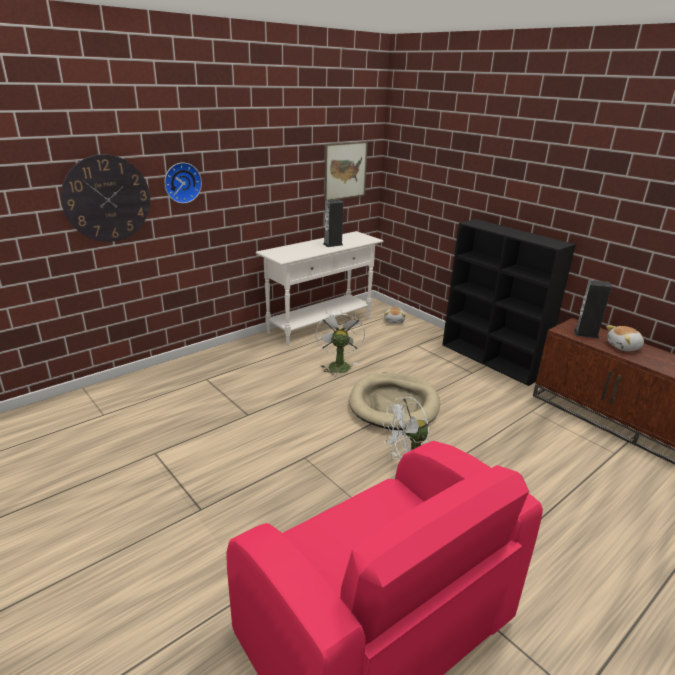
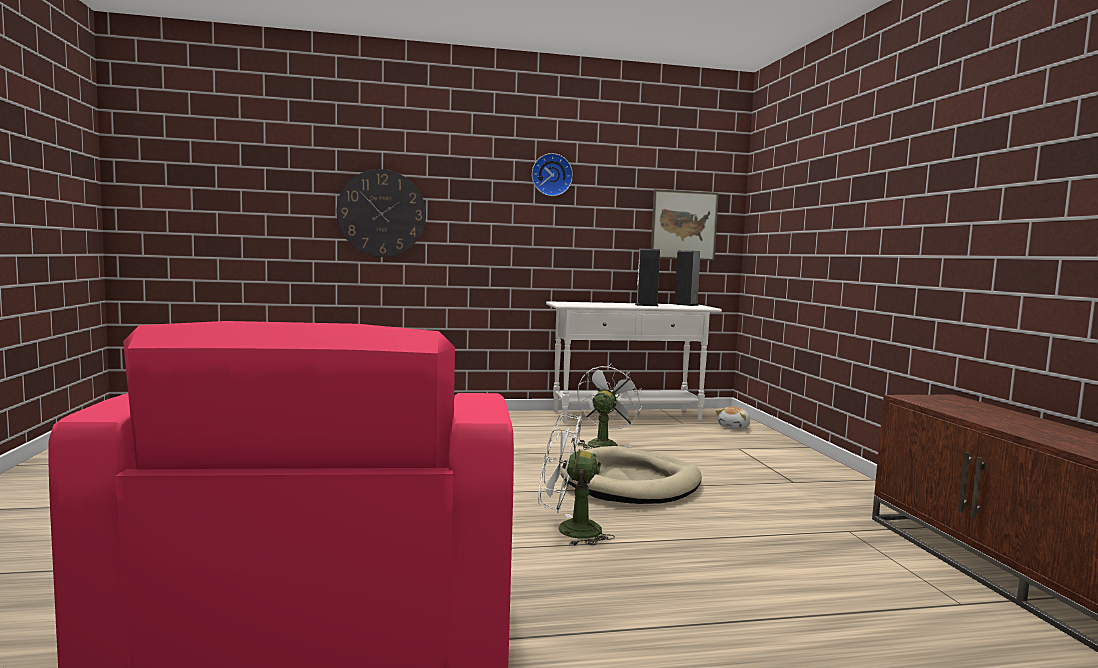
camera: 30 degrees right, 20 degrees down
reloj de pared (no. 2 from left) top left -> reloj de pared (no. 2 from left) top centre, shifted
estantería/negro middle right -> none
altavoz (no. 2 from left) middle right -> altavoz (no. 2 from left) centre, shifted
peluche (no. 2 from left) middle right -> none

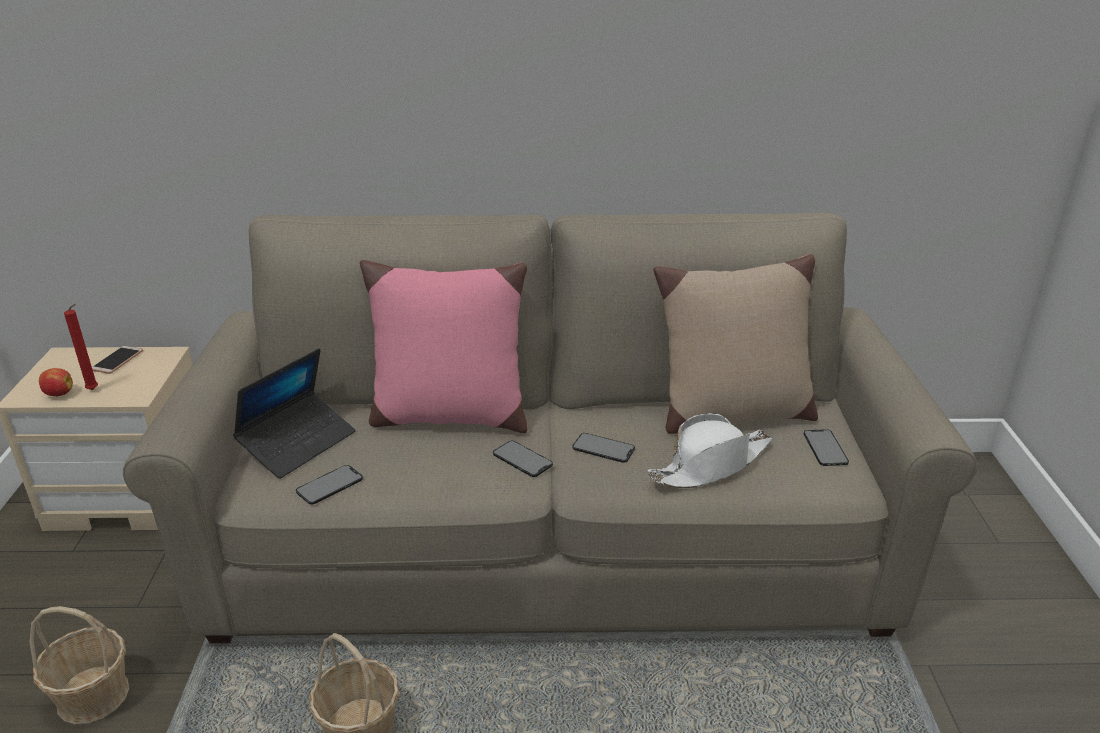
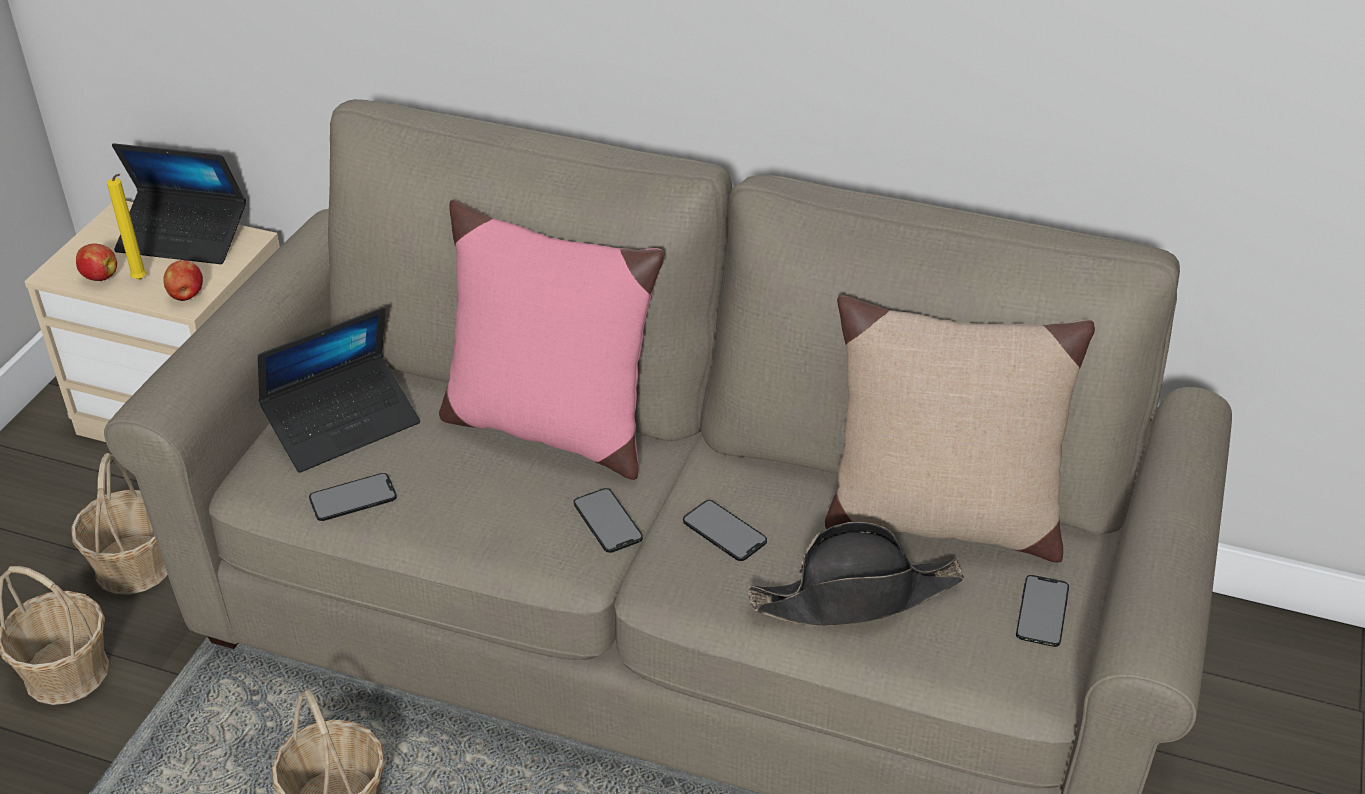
camera: 20 degrees right, 10 degrees up
vela/rojo middle left -> vela/amarillo top left
móvil (no. 1 from left) middle left -> portátil (no. 1 from left) top left
sombrero/blanco centre -> sombrero/negro bottom centre
none -> manzana (no. 2 from left) middle left
none -> cesta (no. 2 from left) middle left

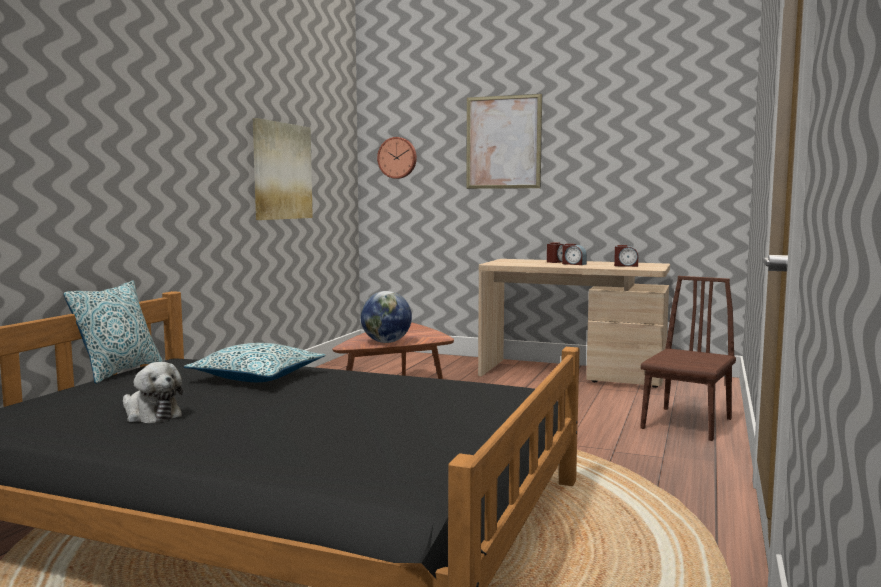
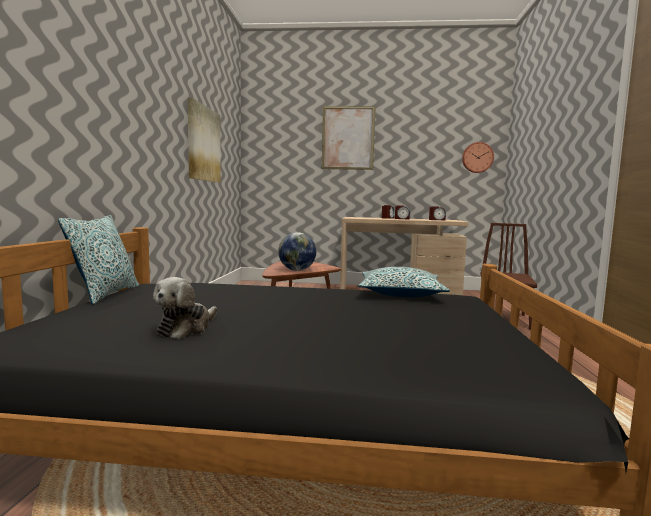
camera: 15 degrees left, 0 degrees up
reloj de pared top centre -> reloj de pared top right, shifted
cojín (no. 2 from left) middle left -> cojín (no. 2 from left) centre, shifted
peluche bottom left -> peluche middle left, 90 degrees clockwise

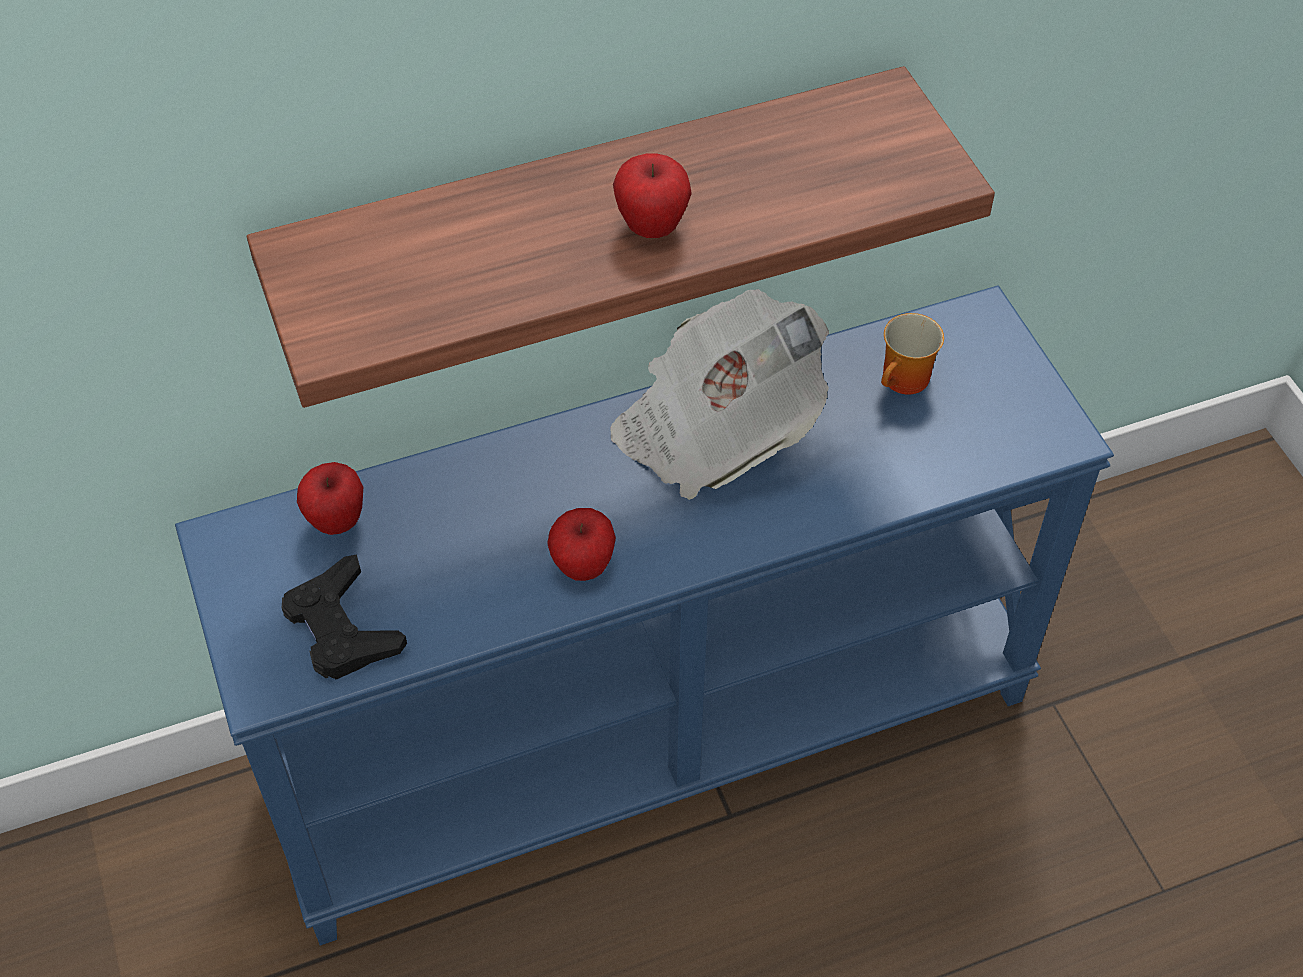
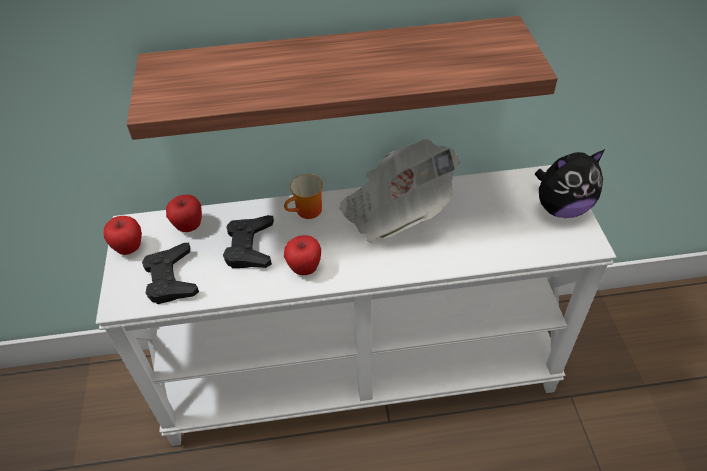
camera: 15 degrees right, 5 degrees down
manzana (no. 3 from left in the first image) top centre -> manzana (no. 1 from left) middle left, shifted
mesa consola/azul centre -> mesa consola/blanco centre
taza grande middle right -> taza grande centre, shifted
none -> peluche middle right
none -> mando de consola/negro (no. 2 from left) centre

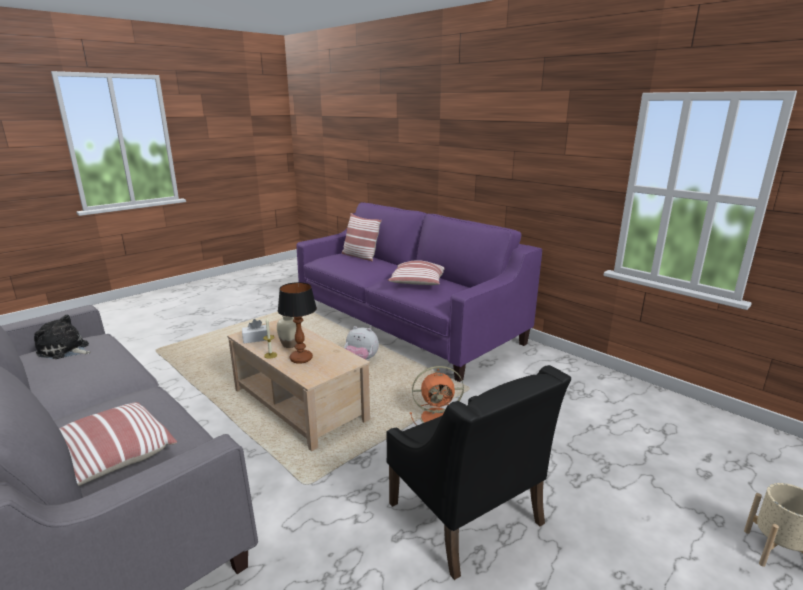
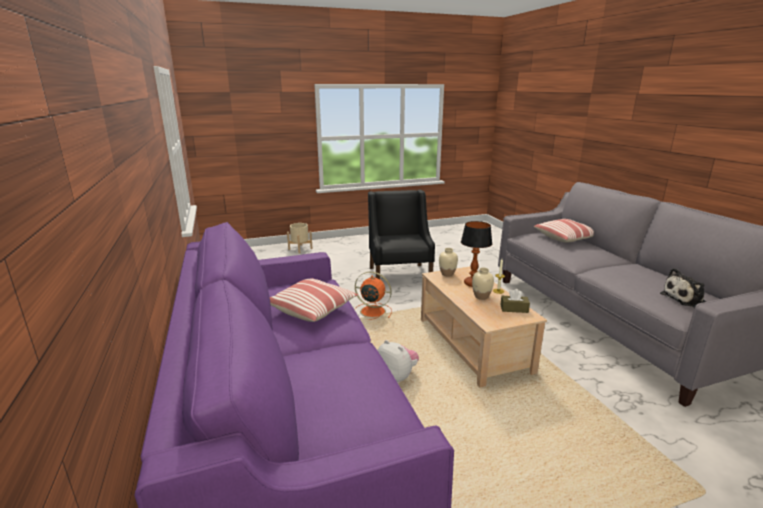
camera: 155 degrees left, 0 degrees up
cojín (no. 2 from left) centre -> none
peluche (no. 1 from left in the first image) middle left -> peluche (no. 2 from left) middle right, 120 degrees clockwise
caja de pañuelos/blanco middle left -> caja de pañuelos/marrón middle right
none -> florero/beis (no. 1 from left) centre

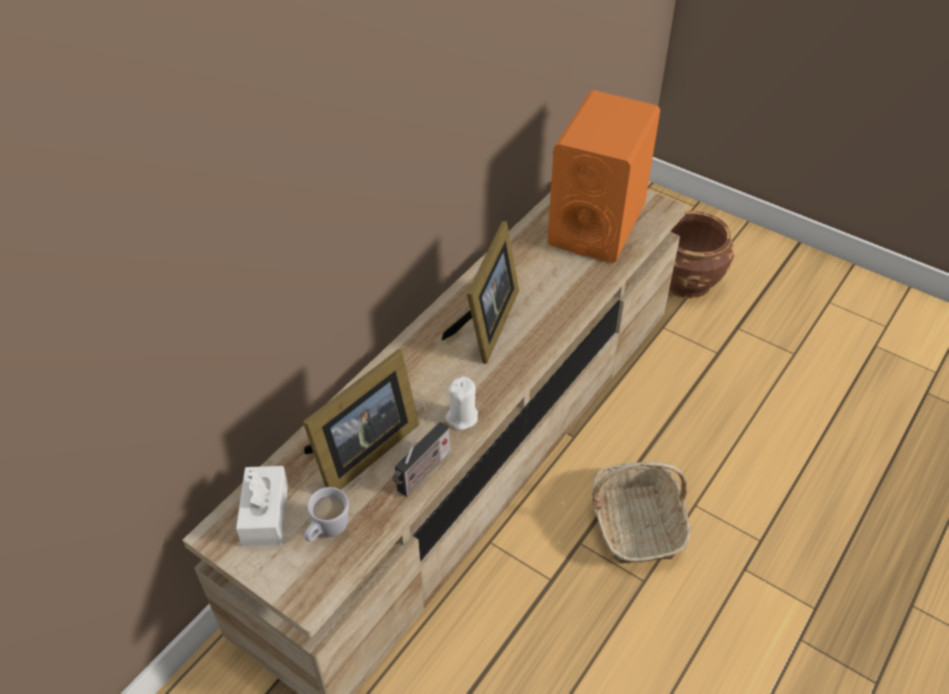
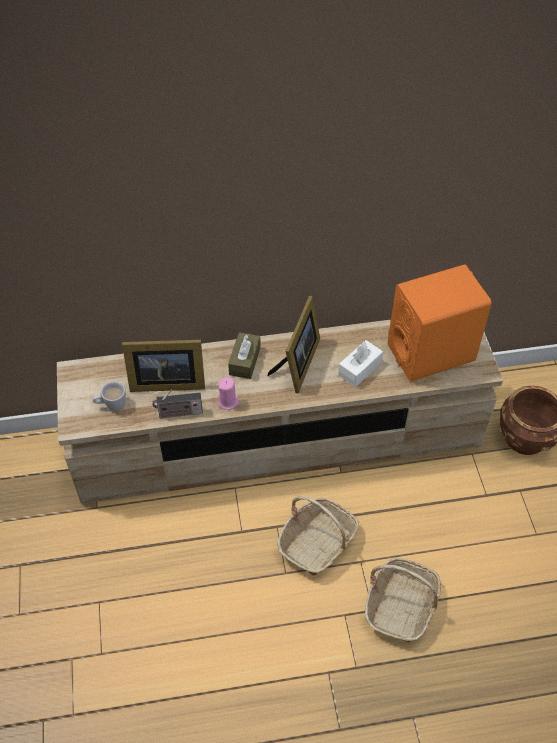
camera: 45 degrees right, 5 degrees up
portarretratos (no. 2 from left) centre, 45 degrees counterclockwise
vela/blanco centre -> vela/rosa centre
caja de pañuelos/blanco bottom left -> caja de pañuelos/blanco centre, shifted
none -> caja de pañuelos/marrón centre
none -> cesta (no. 2 from left) bottom right

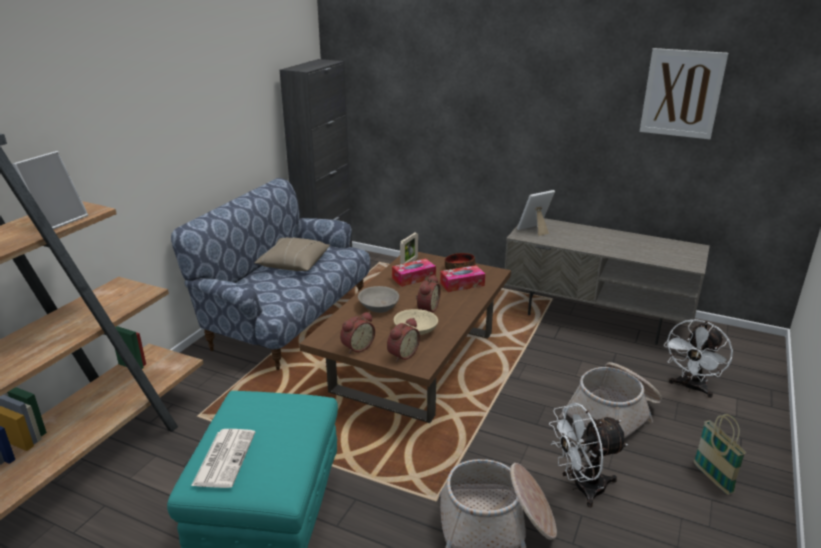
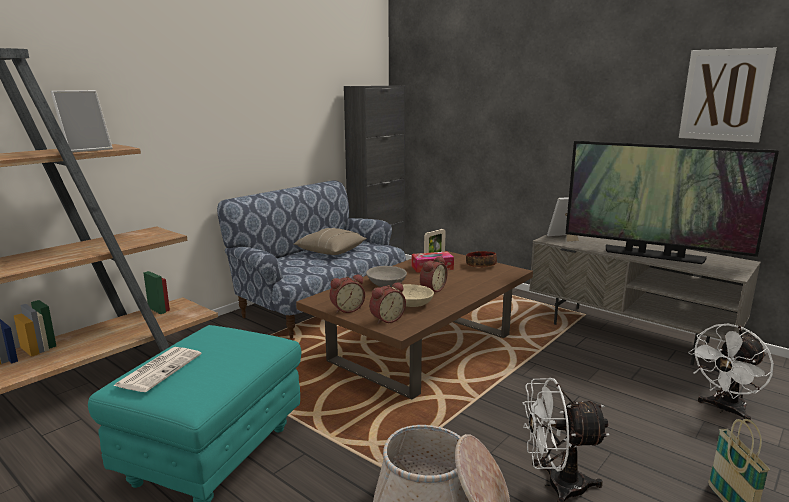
camera: 15 degrees right, 10 degrees down
caja de pañuelos (no. 2 from left) centre -> none
cesta (no. 2 from left) bottom right -> none
none -> televisor middle right

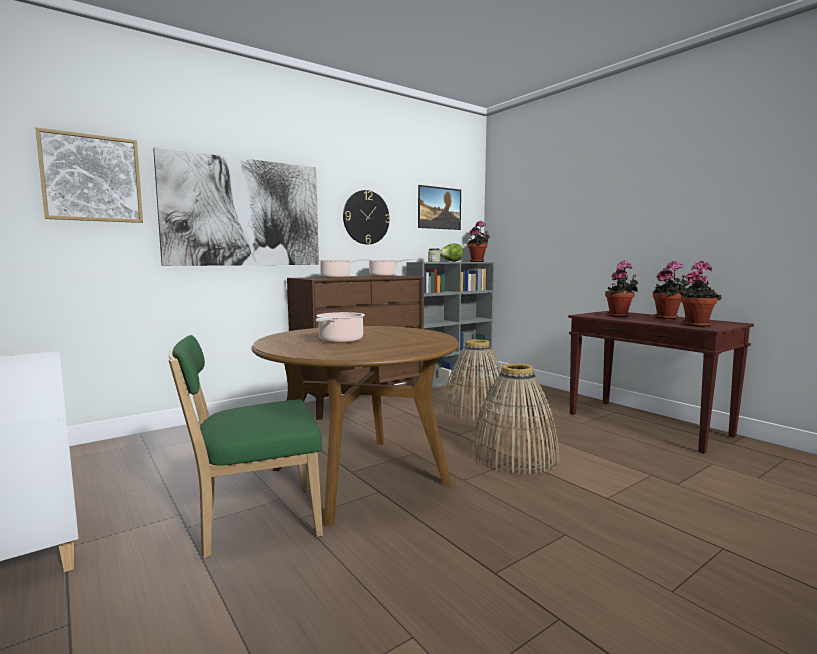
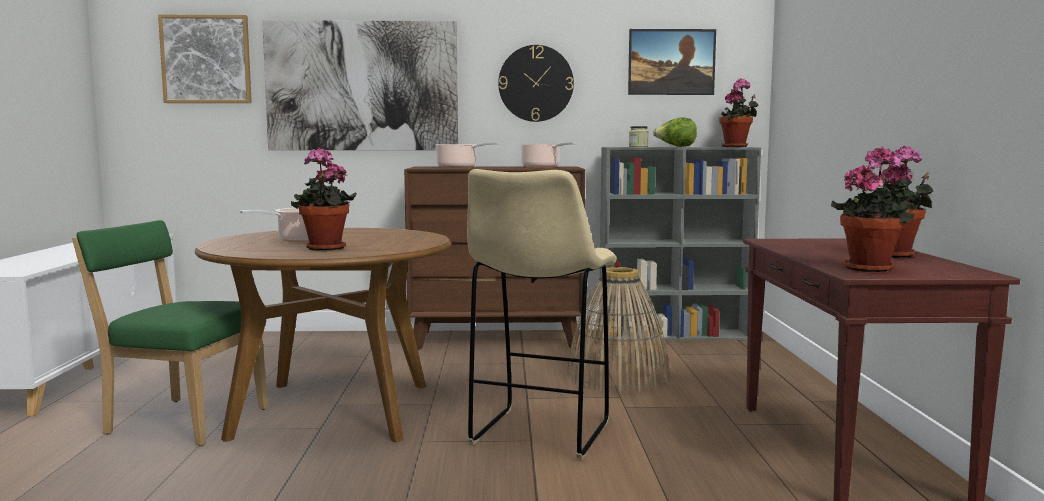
camera: 35 degrees right, 0 degrees up
planta en maceta (no. 2 from left in the first image) middle right -> planta en maceta (no. 1 from left) middle left, shifted
cesta (no. 2 from left) centre -> taburete/beis centre

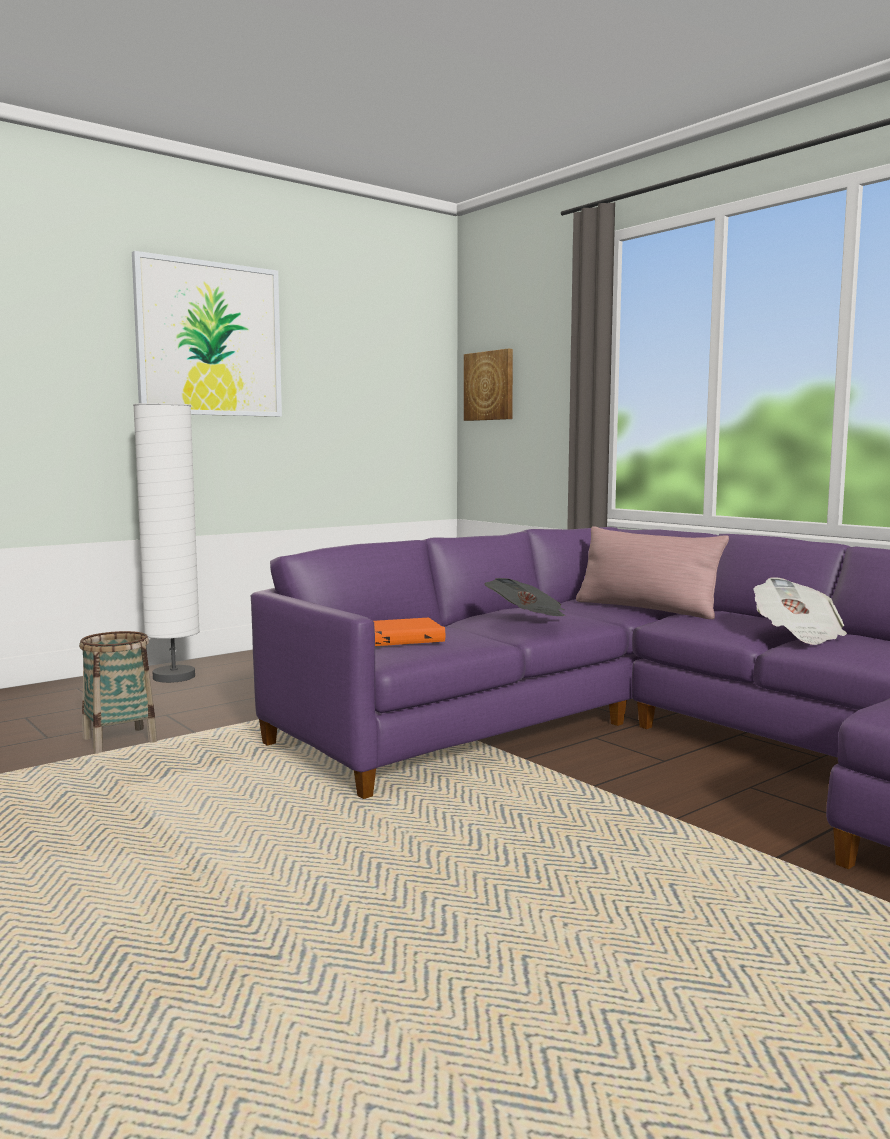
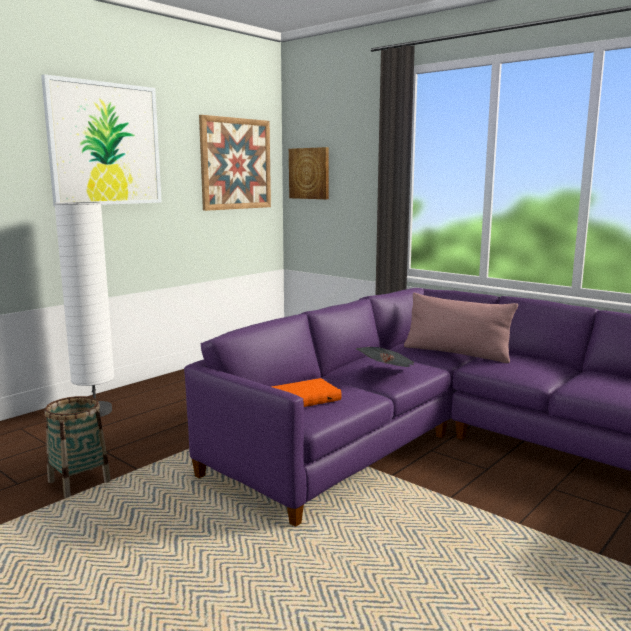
camera: 10 degrees left, 5 degrees up
periódico (no. 2 from left) middle right -> none
none -> cuadro (no. 2 from left) top centre

